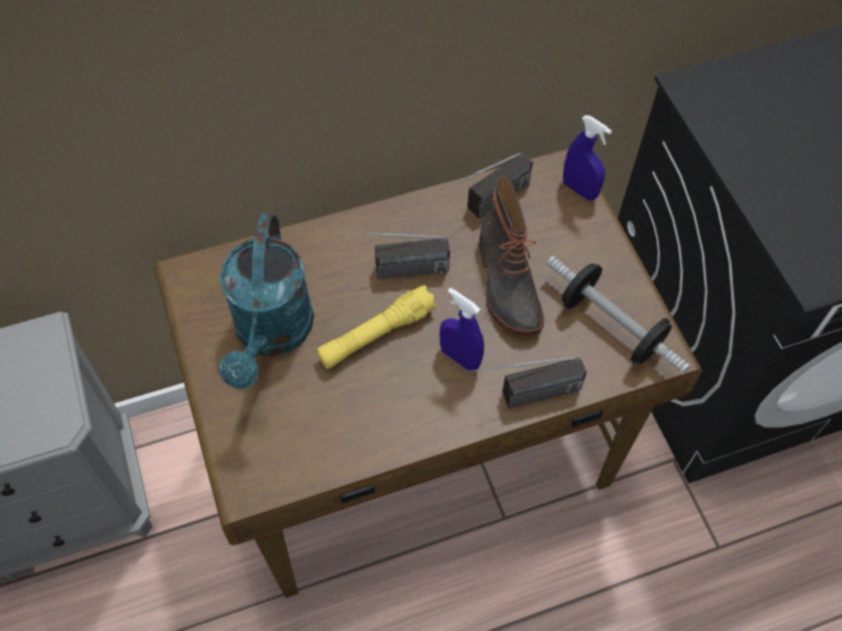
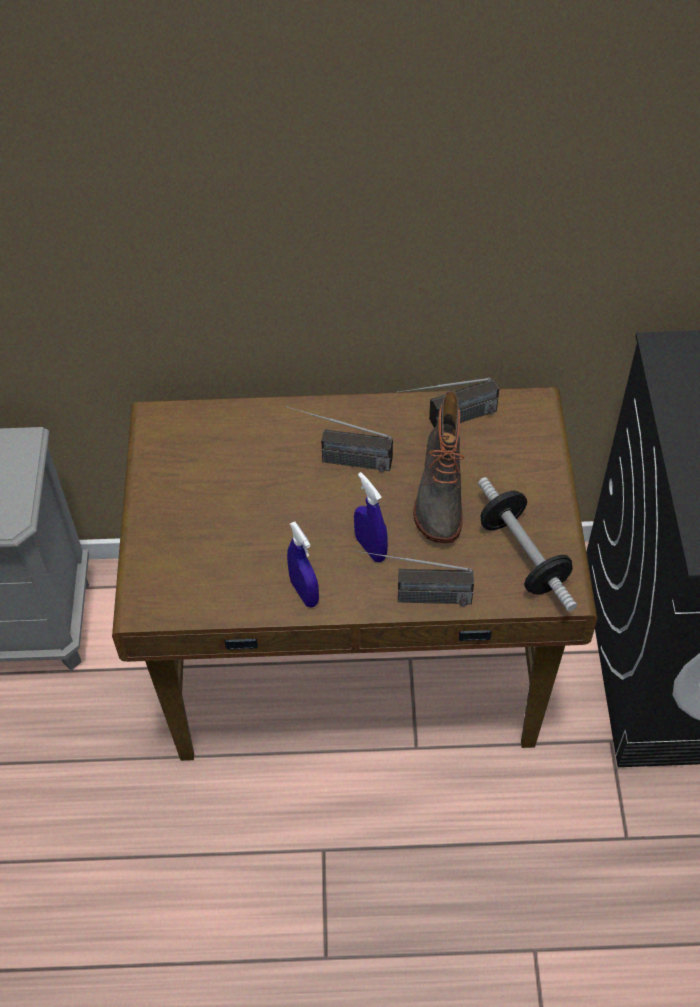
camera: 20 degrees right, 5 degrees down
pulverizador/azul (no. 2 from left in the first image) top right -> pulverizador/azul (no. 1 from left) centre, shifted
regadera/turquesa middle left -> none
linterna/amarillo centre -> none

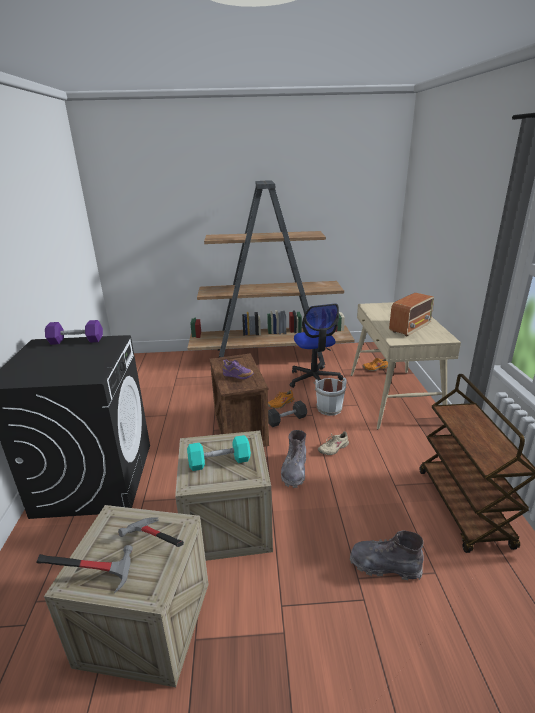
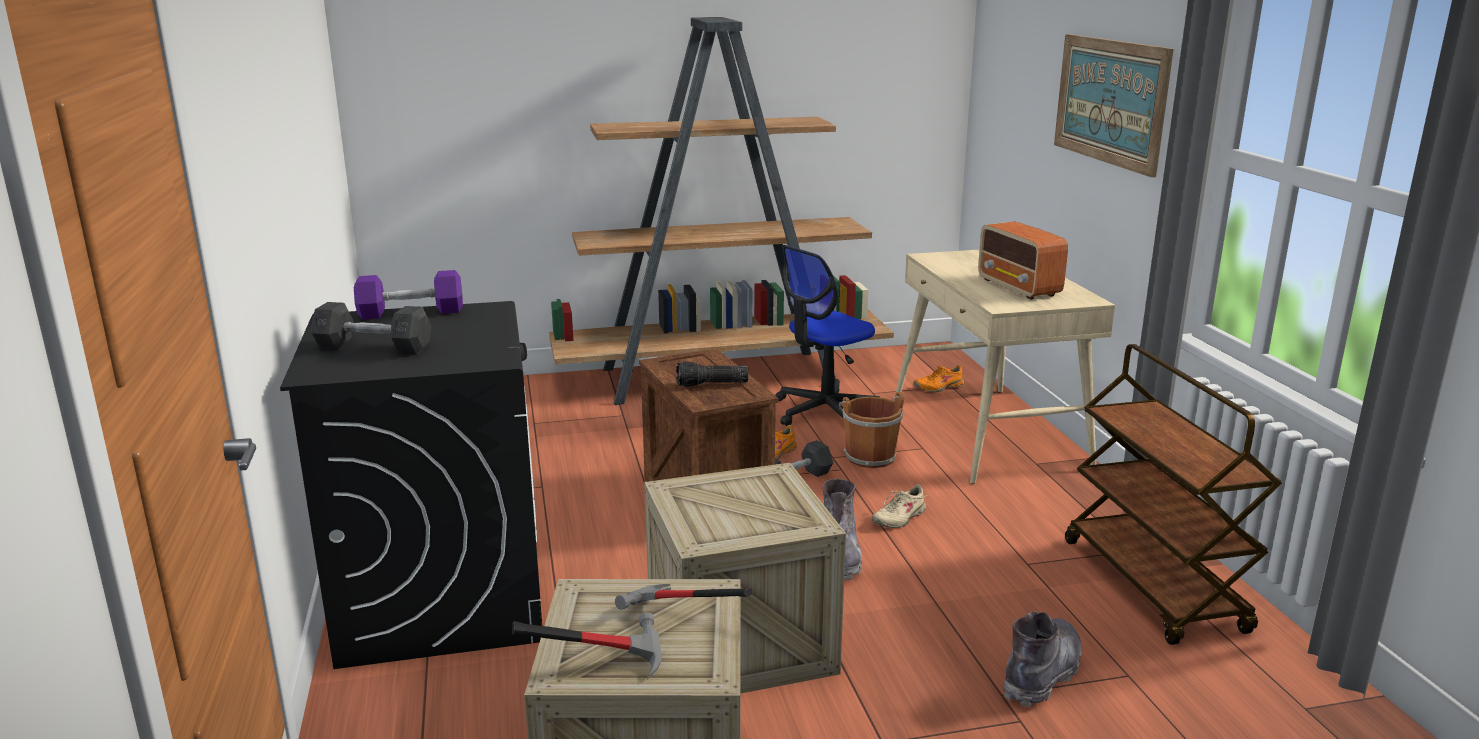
camera: 10 degrees left, 5 degrees down
radio middle right, 120 degrees clockwise
silla de oficina centre, 75 degrees clockwise
zapato/morado centre -> linterna centre
cubo/blanco centre -> cubo/marrón centre
mancuerna/turquesa centre -> none
bota/gris (no. 2 from left) bottom right, 120 degrees clockwise
none -> cuadro top right
none -> mancuerna/gris (no. 1 from left) middle left

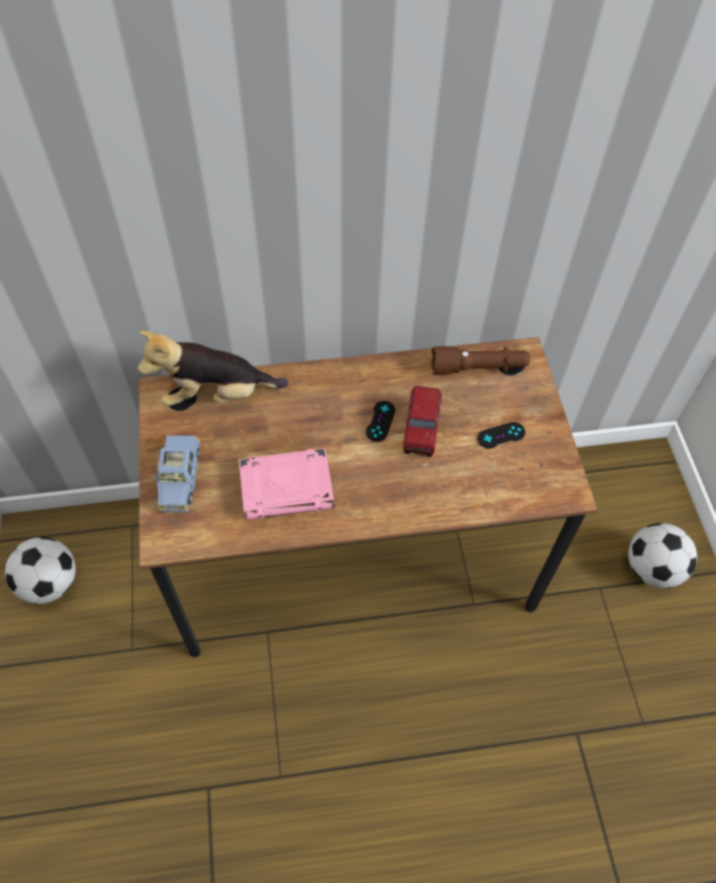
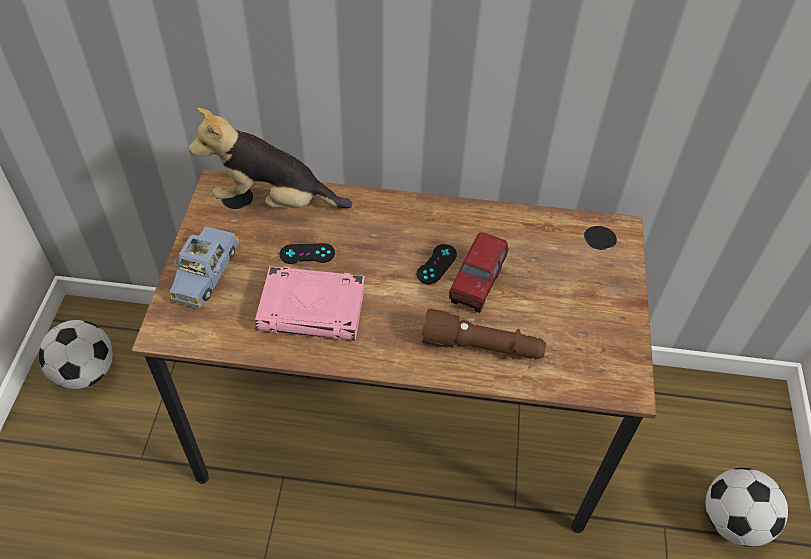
camera: 15 degrees right, 5 degrees down
linterna/marrón middle right -> linterna/marrón centre, shifted
mando de consola/negro (no. 2 from left in the first image) middle right -> mando de consola/negro (no. 1 from left) centre, shifted

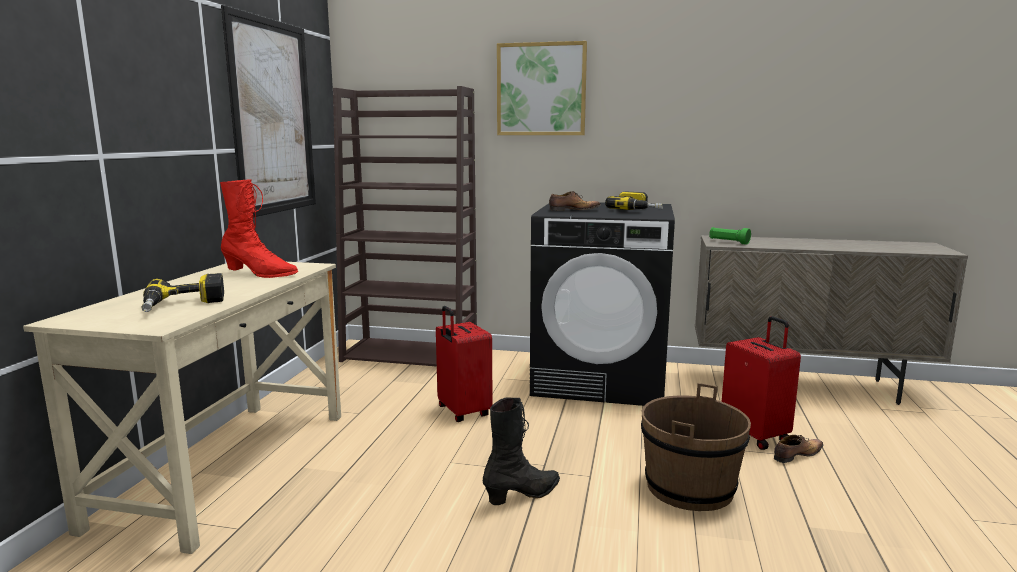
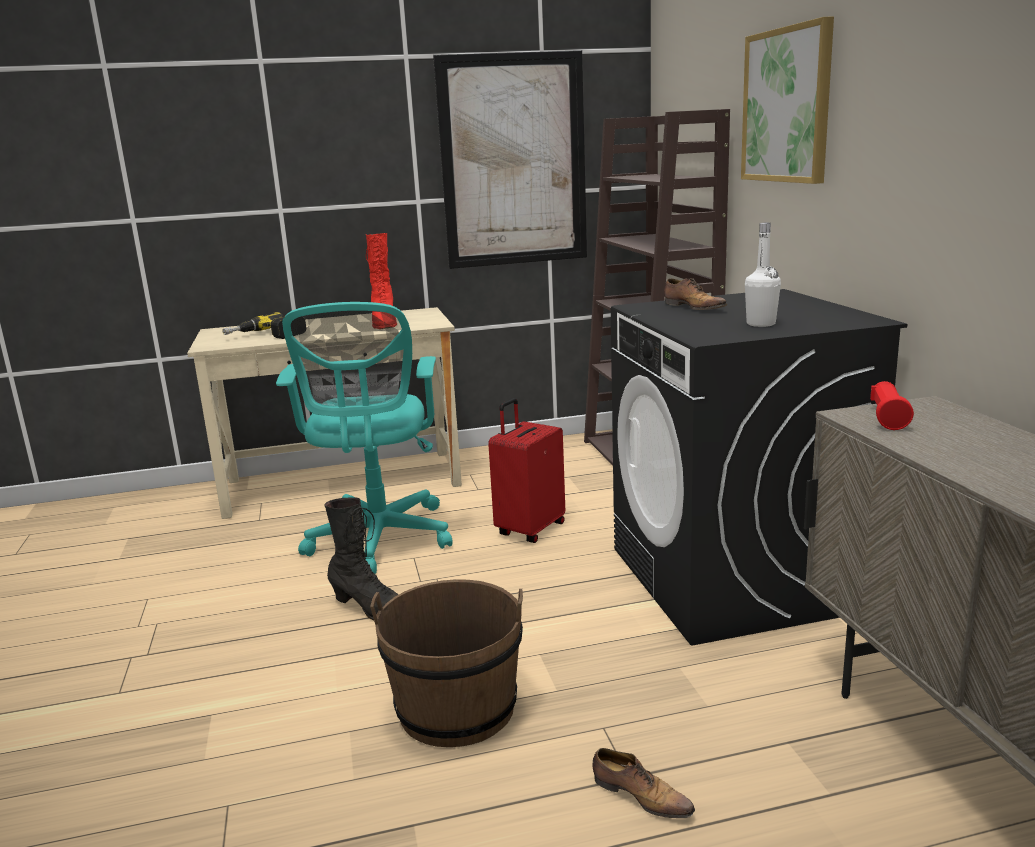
camera: 65 degrees right, 5 degrees up
taladro (no. 2 from left) centre -> botella/blanco top right
linterna/verde middle right -> linterna/rojo middle right
maleta/rojo (no. 2 from left) bottom right -> none
none -> silla de oficina/turquesa centre

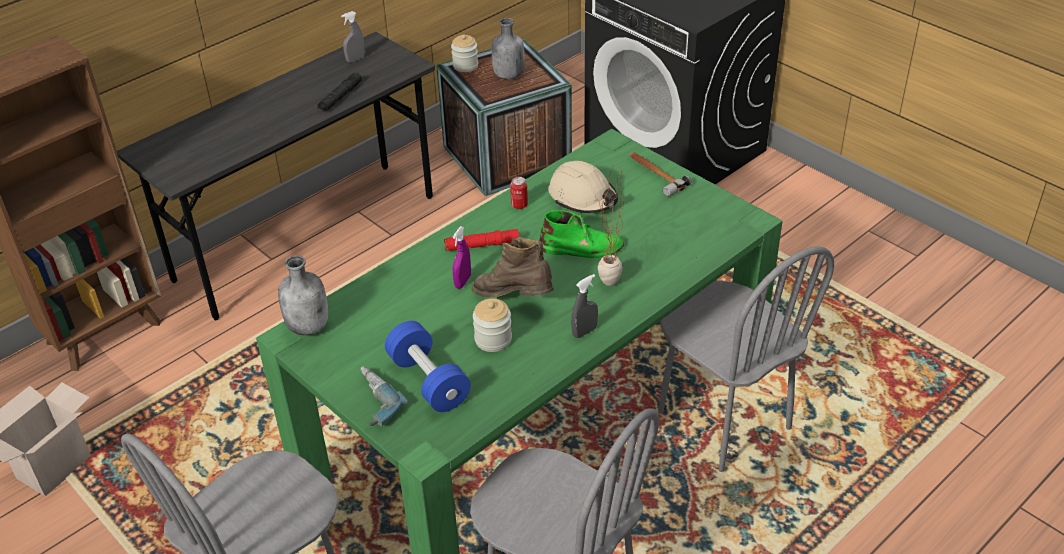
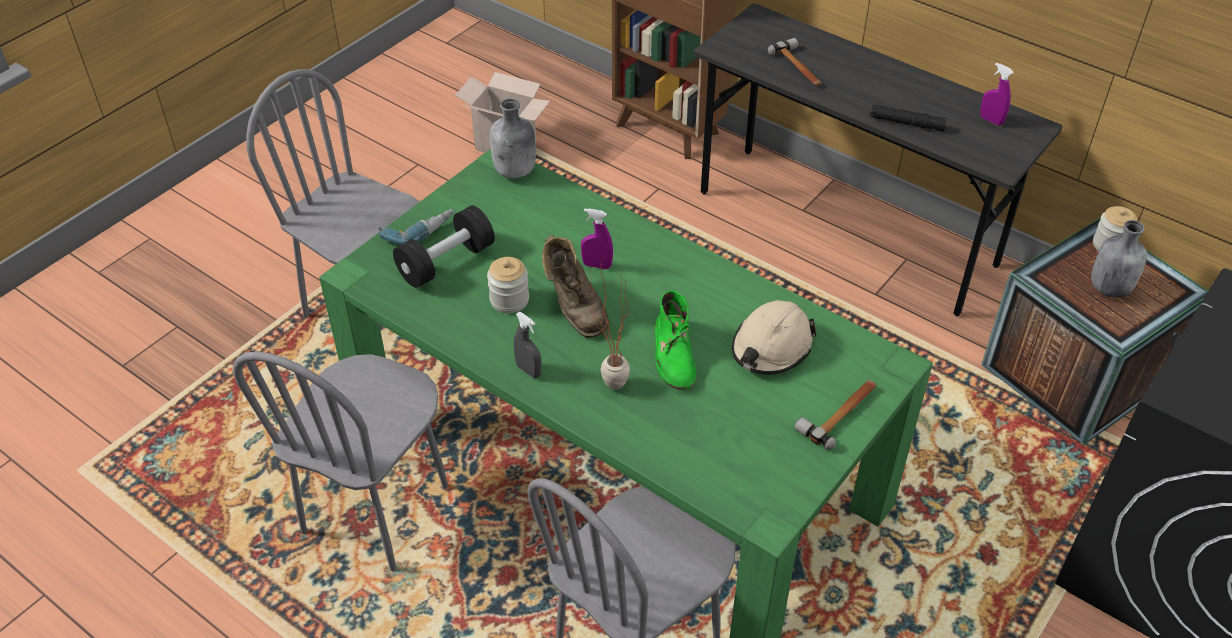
camera: 80 degrees right, 5 degrees up
pulverizador/gris (no. 1 from left) top left -> pulverizador/morado (no. 2 from left) top right
lata centre -> none
linterna/rojo centre -> none
bota/marrón centre, 135 degrees clockwise
mancuerna/azul centre -> mancuerna/negro centre
none -> martillo (no. 1 from left) top centre

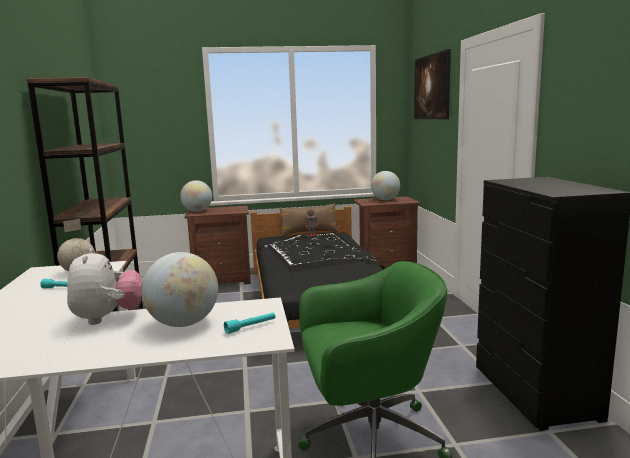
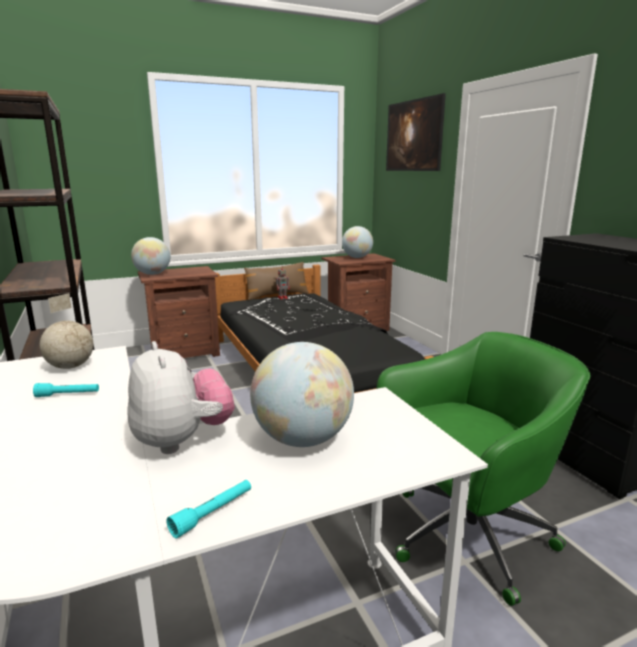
camera: 15 degrees left, 5 degrees up
linterna/turquesa (no. 2 from left) bottom centre -> linterna/turquesa (no. 2 from left) bottom left, shifted

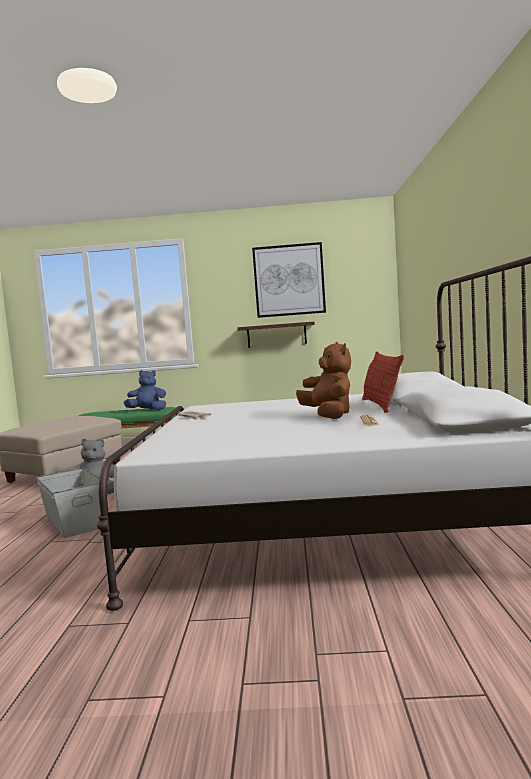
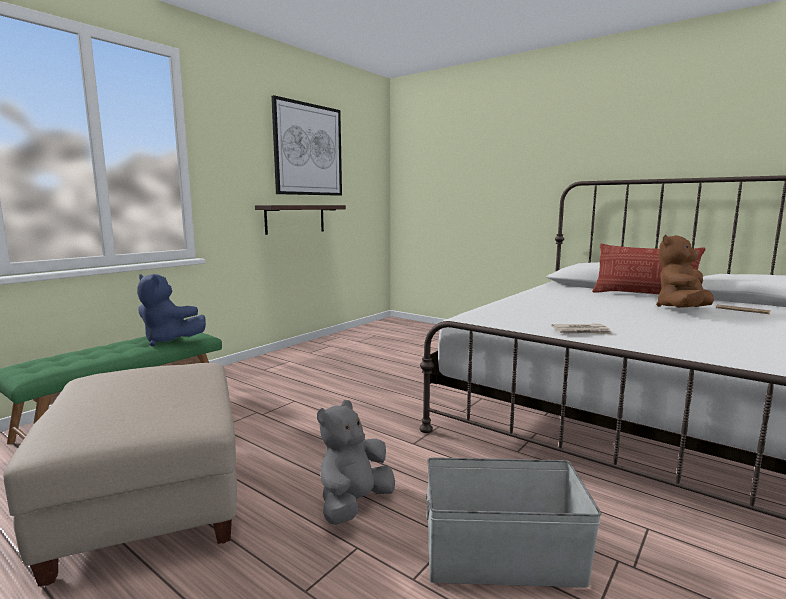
camera: 55 degrees left, 5 degrees up
peluche/marrón centre -> peluche/marrón middle right, 60 degrees counterclockwise
peluche/azul middle left, 105 degrees counterclockwise

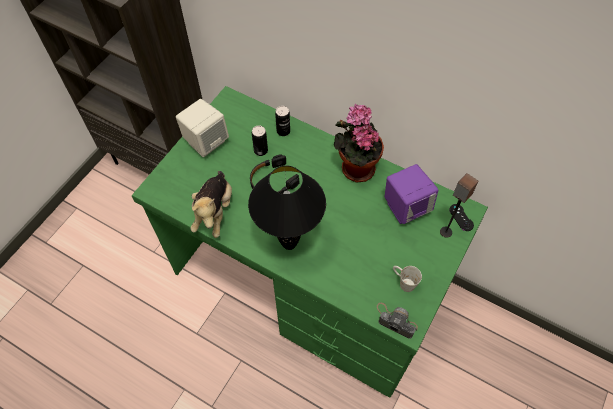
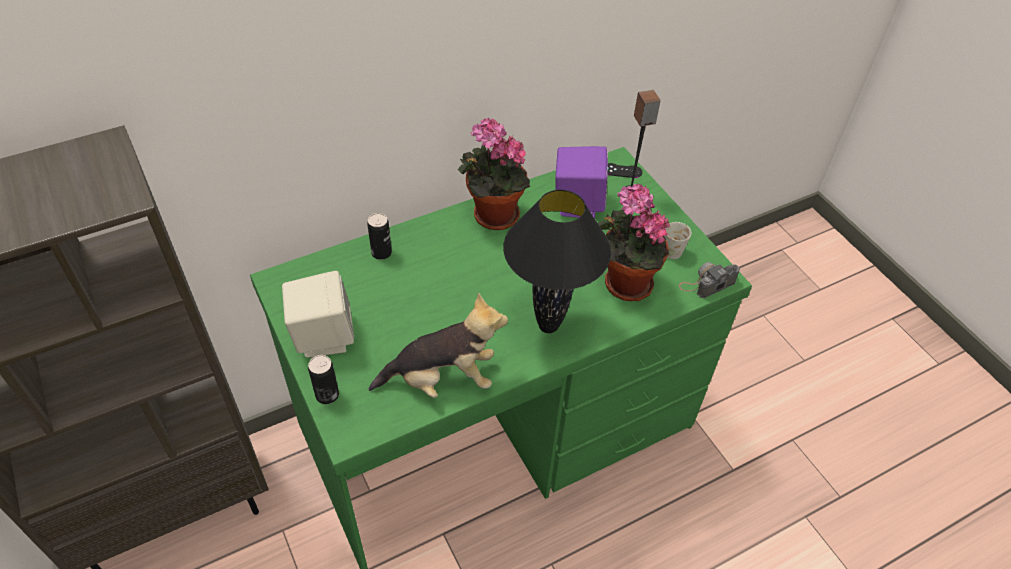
camera: 60 degrees left, 10 degrees down
lata (no. 1 from left) centre -> lata (no. 1 from left) middle left, shifted
auriculares/negro centre -> none
peluche centre, 45 degrees counterclockwise
none -> planta en maceta (no. 2 from left) centre

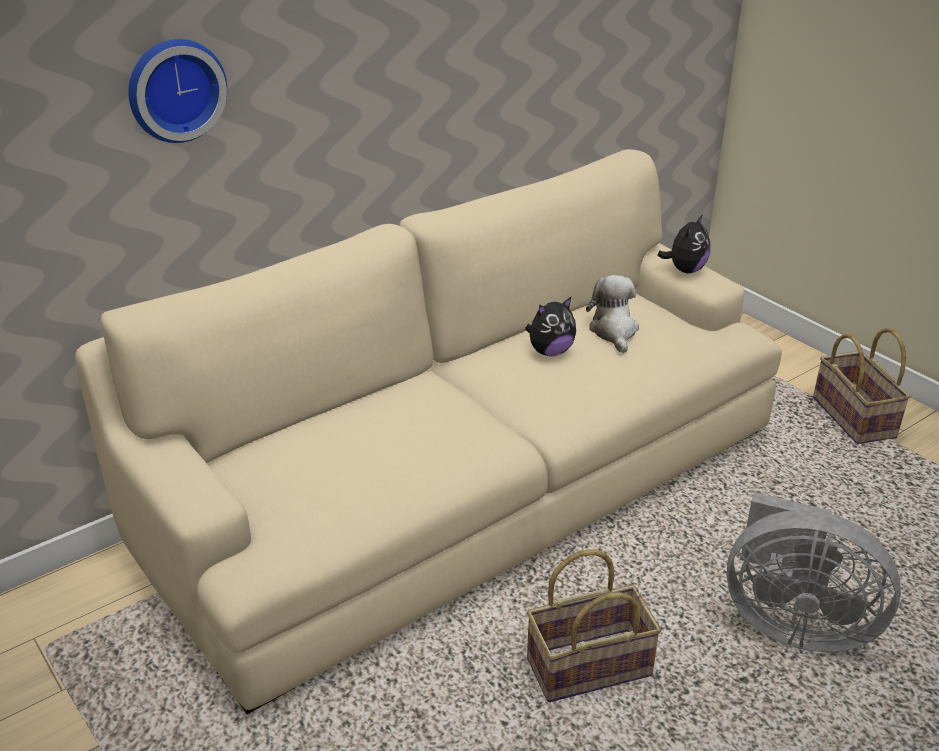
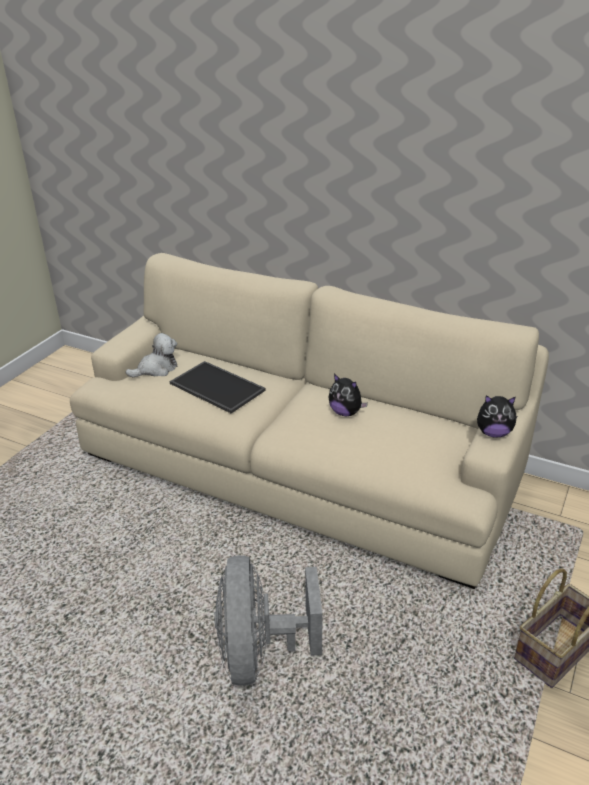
camera: 65 degrees right, 0 degrees up
reloj de pared top left -> none
peluche (no. 2 from left in the first image) centre -> peluche (no. 1 from left) middle left, shifted
cesta (no. 1 from left) bottom centre -> none
none -> bandeja centre

